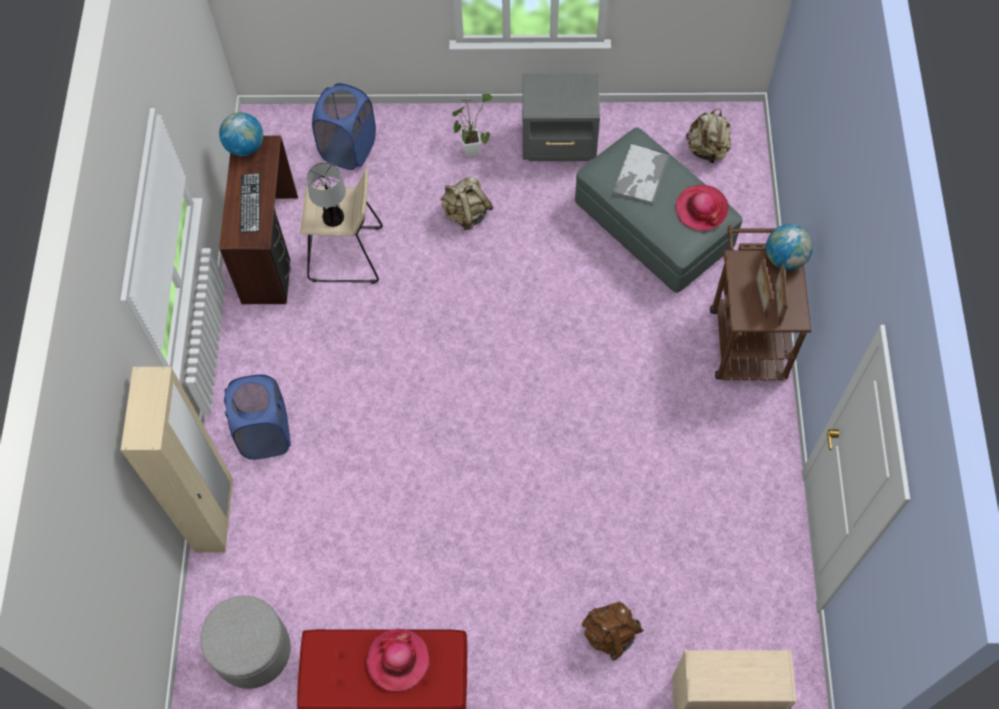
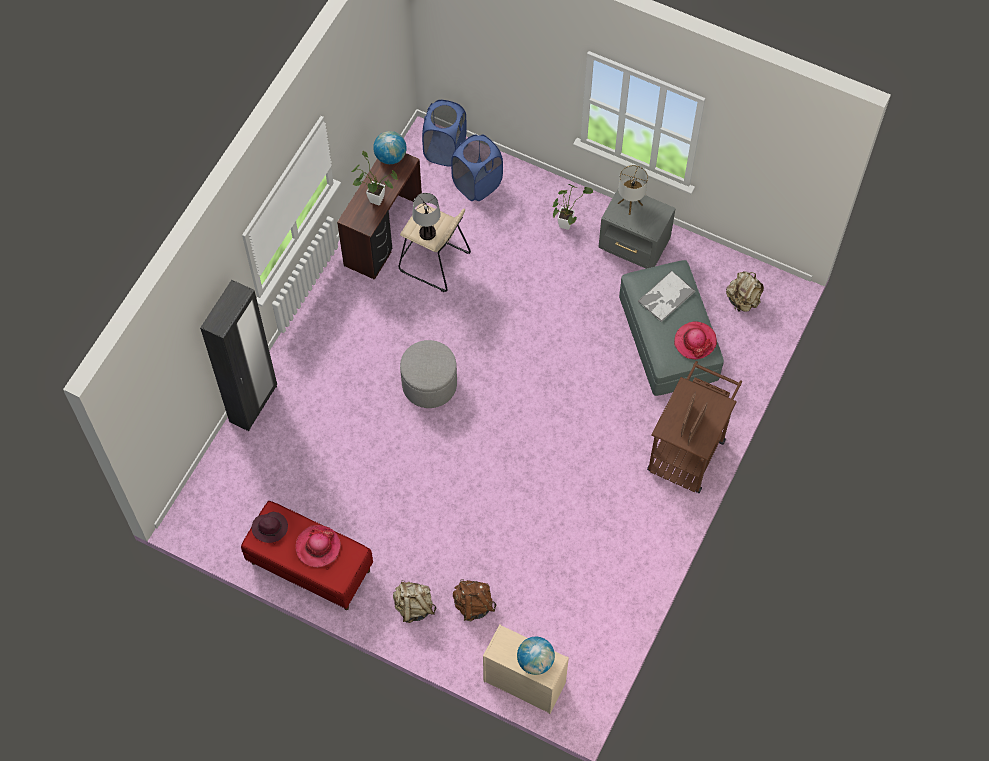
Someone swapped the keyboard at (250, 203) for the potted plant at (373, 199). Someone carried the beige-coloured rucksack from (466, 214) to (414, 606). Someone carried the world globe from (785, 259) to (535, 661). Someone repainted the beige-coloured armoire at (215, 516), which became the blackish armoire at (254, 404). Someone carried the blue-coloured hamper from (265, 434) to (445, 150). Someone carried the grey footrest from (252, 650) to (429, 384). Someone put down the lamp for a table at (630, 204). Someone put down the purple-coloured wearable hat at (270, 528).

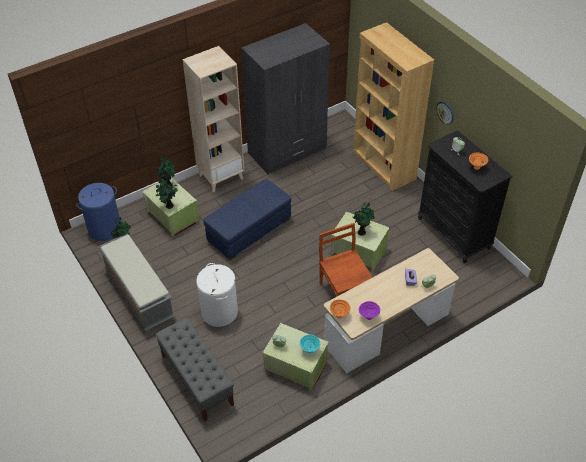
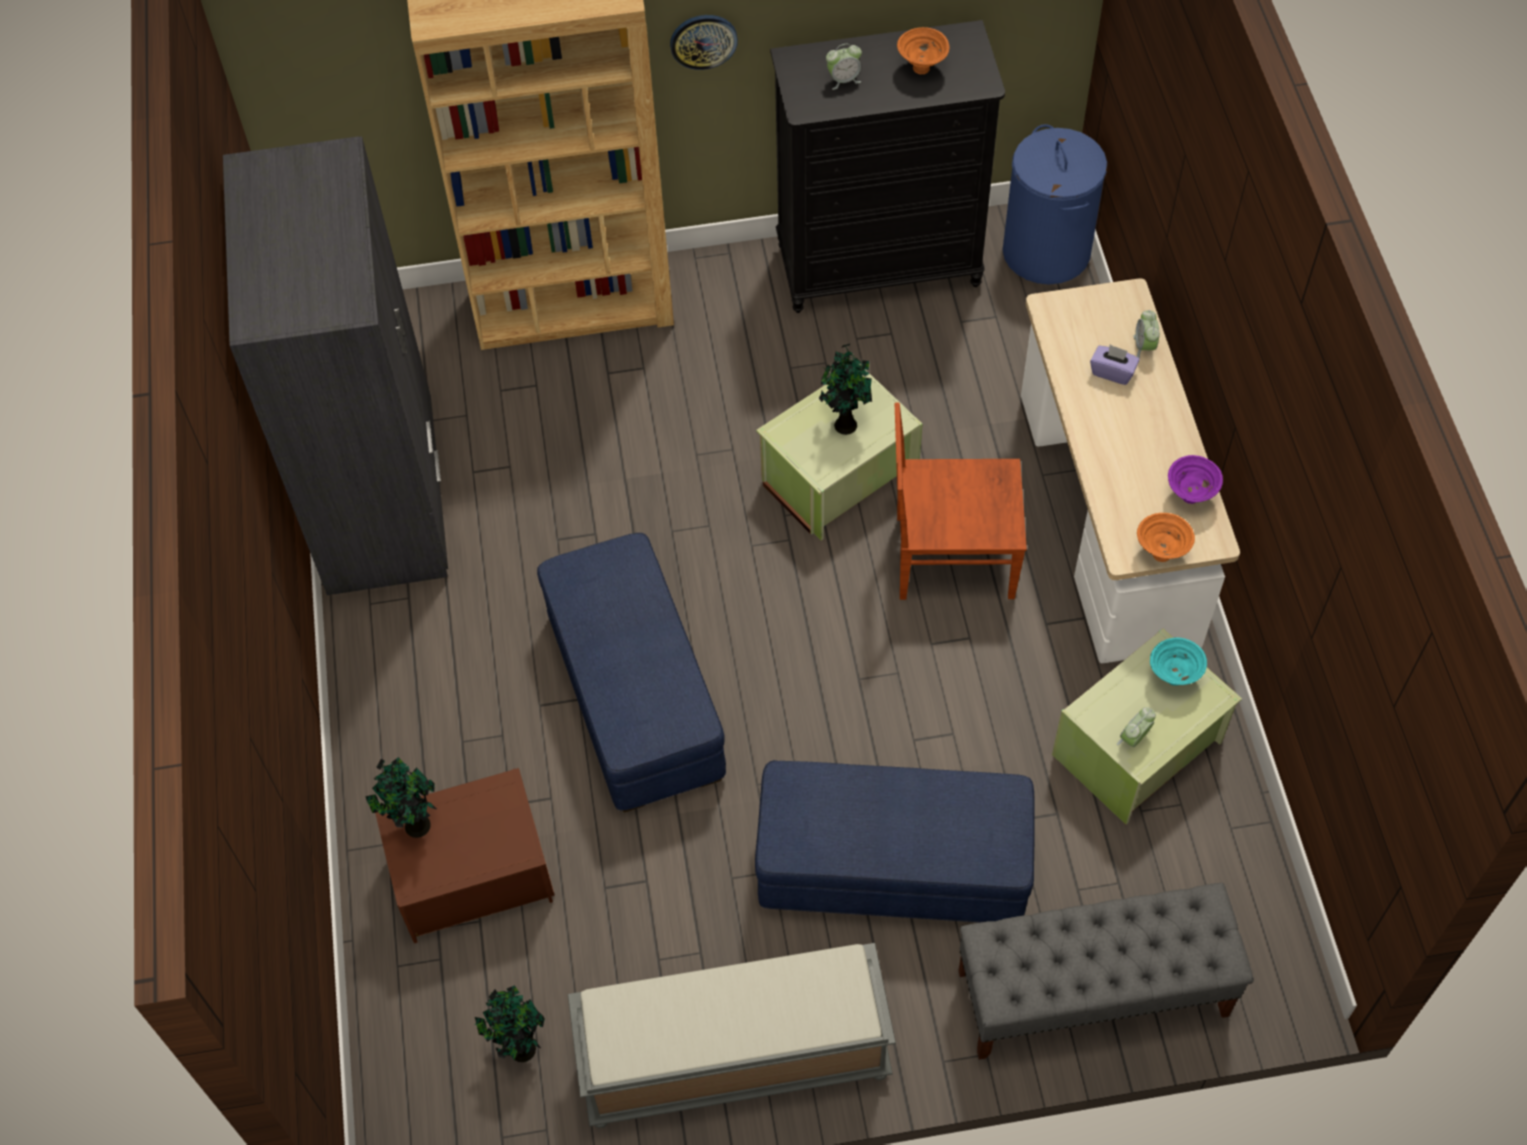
Someone took away the beige-coloured shelving unit at (221, 176). Someone repainted the greenish storage box at (172, 216), which became the brownish storage box at (473, 877). Someone took away the potted plant at (169, 206). Someone carried the blue-coloured hamper from (105, 229) to (1046, 252). Someone swapped the whitish hamper at (219, 312) for the blue-coloured footrest at (892, 865).

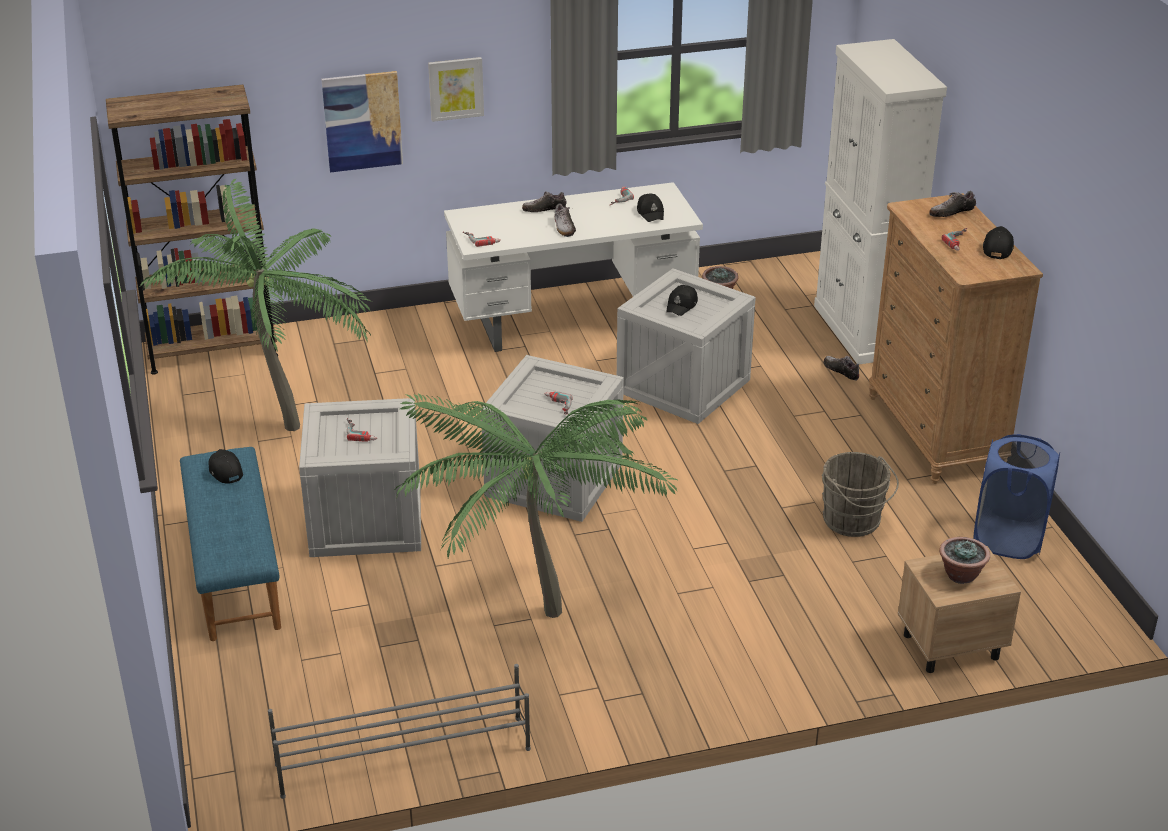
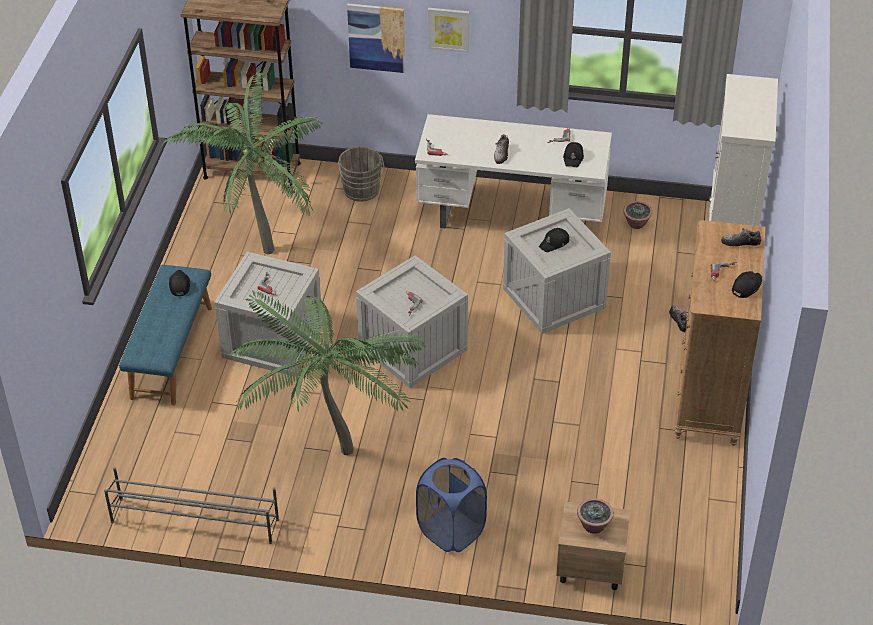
Someone took away the low shoe at (544, 209). Someone carried the blue-coloured hamper from (1008, 539) to (451, 531). Someone carried the grey pail from (854, 522) to (361, 192).

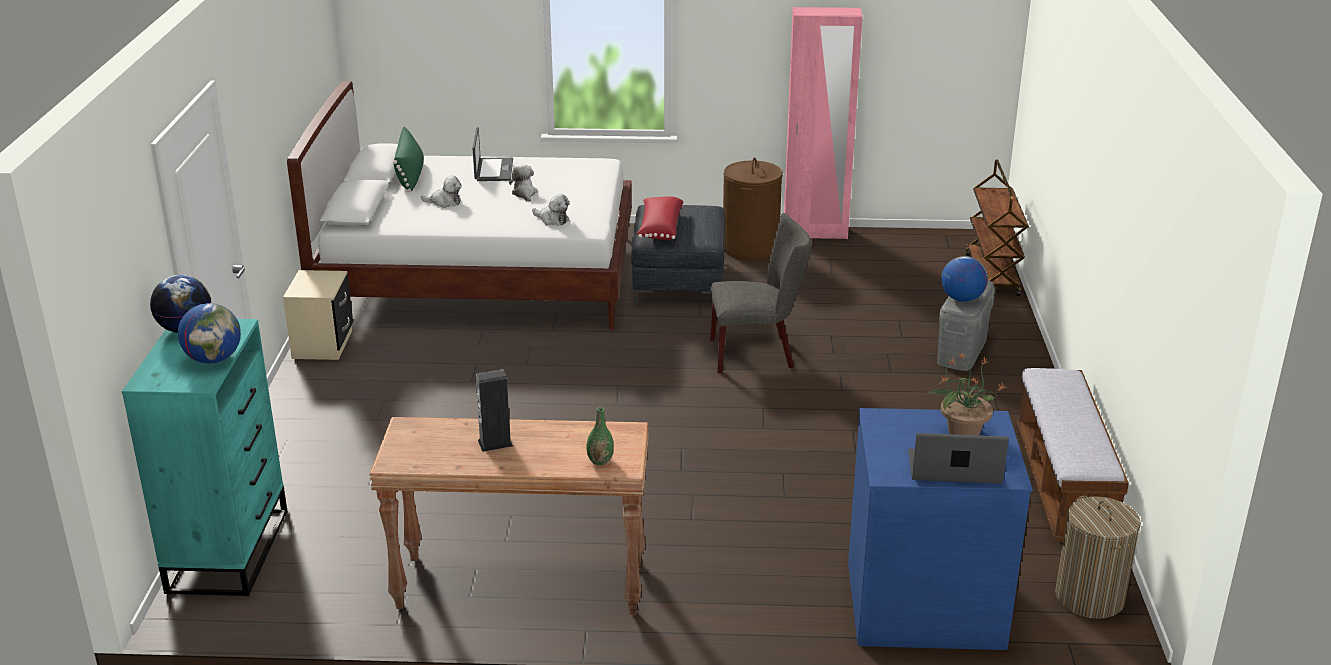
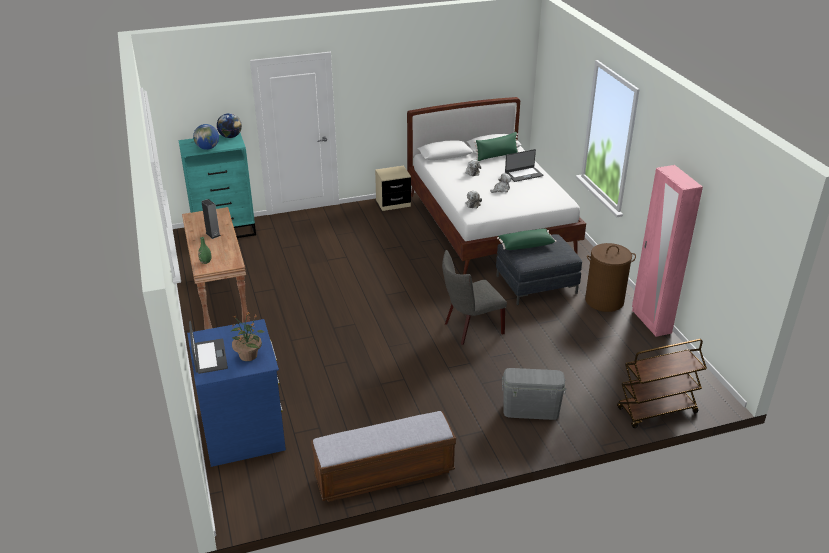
Someone repainted the red-coloured cushion at (659, 228), which became the greenish cushion at (525, 245). Someone rotated the grey upright chair at (757, 354) by 90 degrees clockwise. Someone took away the world globe at (961, 299). Someone took away the hamper at (1089, 597).

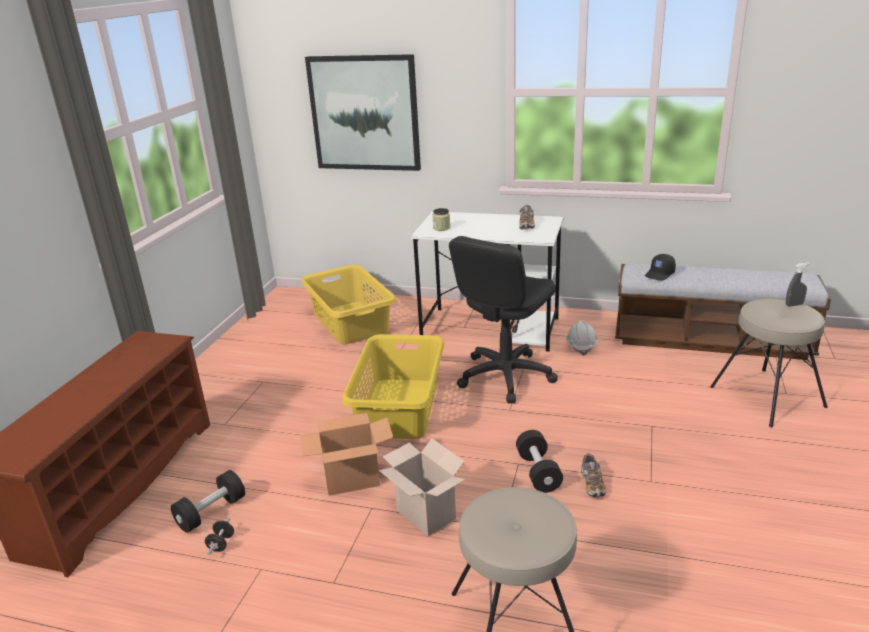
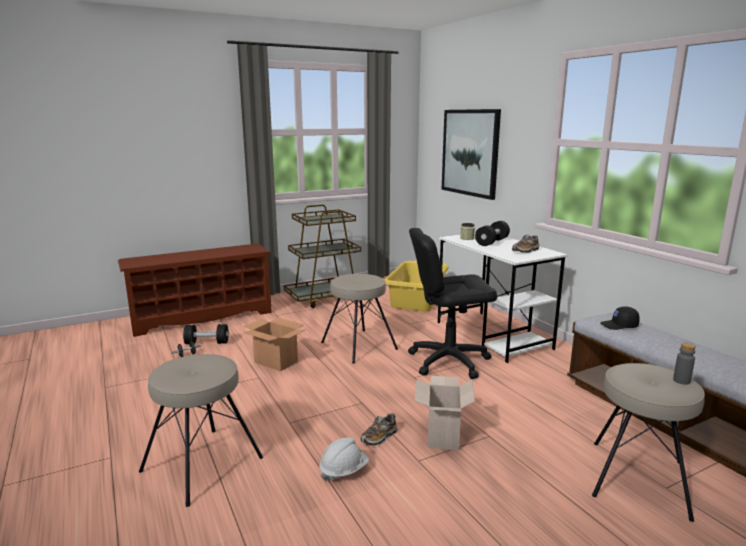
Someone swapped the grey hand sprayer at (794, 305) for the grey beverage bottle at (681, 381). Someone carried the whitish safety helmet from (581, 347) to (343, 471). Someone swapped the yellow-coloured hamper at (398, 408) for the beige-coloured stool seat at (358, 346). Someone carried the blackish free weight from (538, 472) to (492, 242). Someone carried the packing box from (423, 514) to (441, 435). Someone put down the brownish wheeled cart at (326, 298).

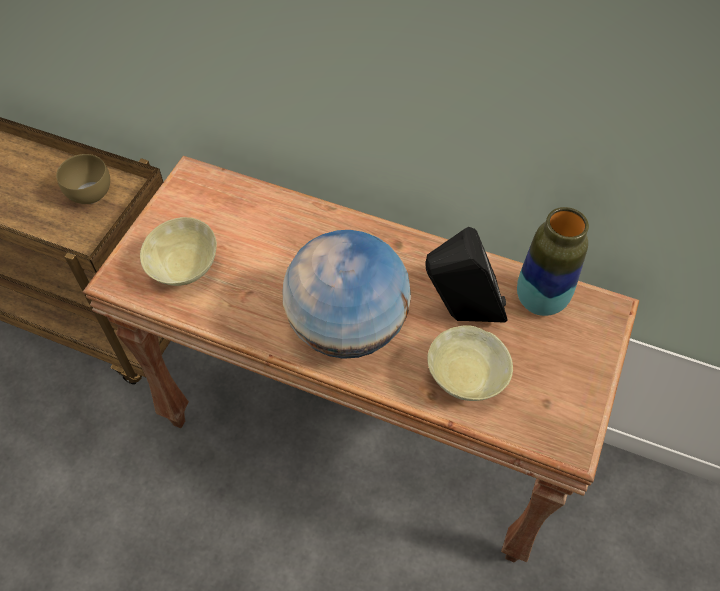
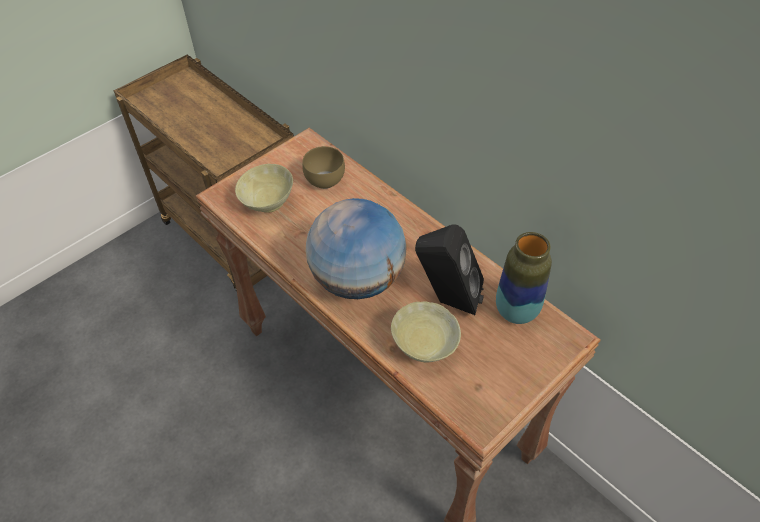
Someone carried the brownish deep dish from (92, 194) to (326, 181).

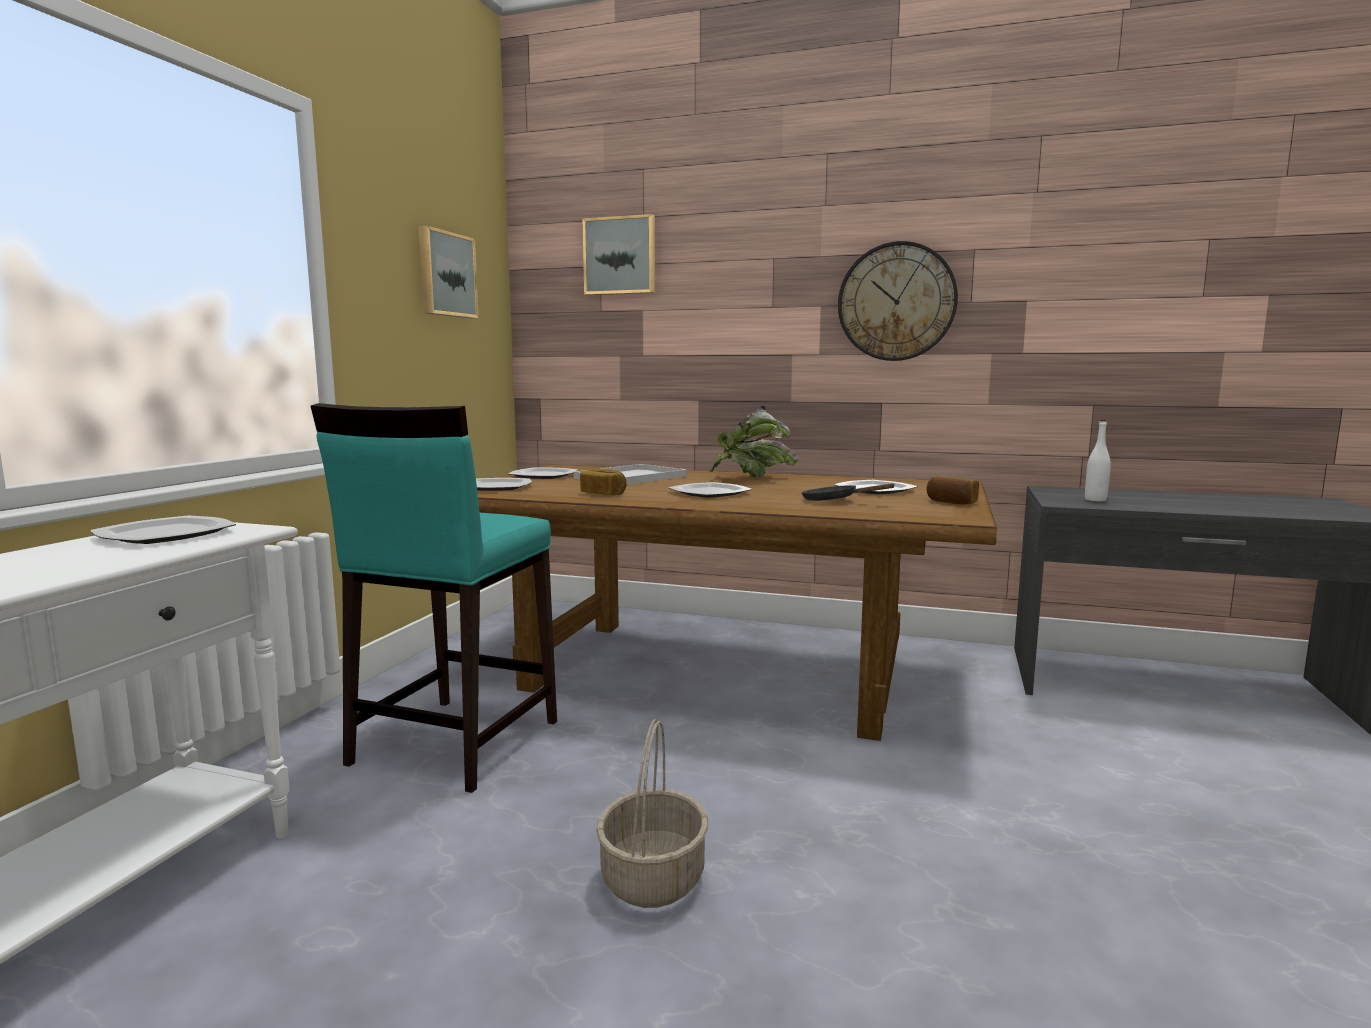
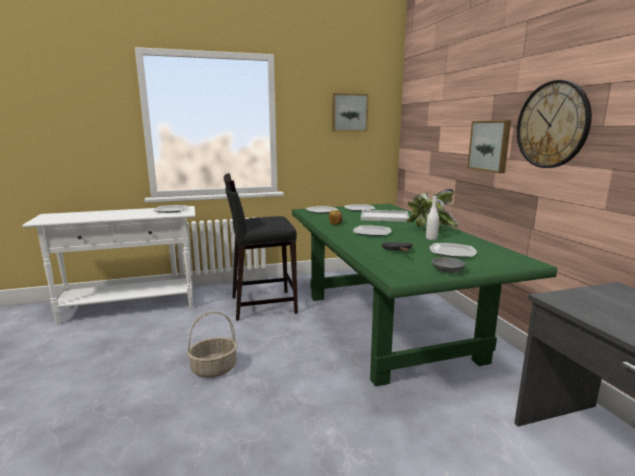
Someone carried the picture from (620, 256) to (490, 146). Someone repainted the turquoise-coloured stool seat at (453, 743), which became the blackish stool seat at (262, 304). Someone carried the whitish beverage bottle from (1095, 500) to (431, 238). Someone repainted the brownish kitchen table at (718, 672), which became the greenish kitchen table at (387, 325). Someone swapped the bakery bread at (951, 502) for the grey deep dish at (448, 270).

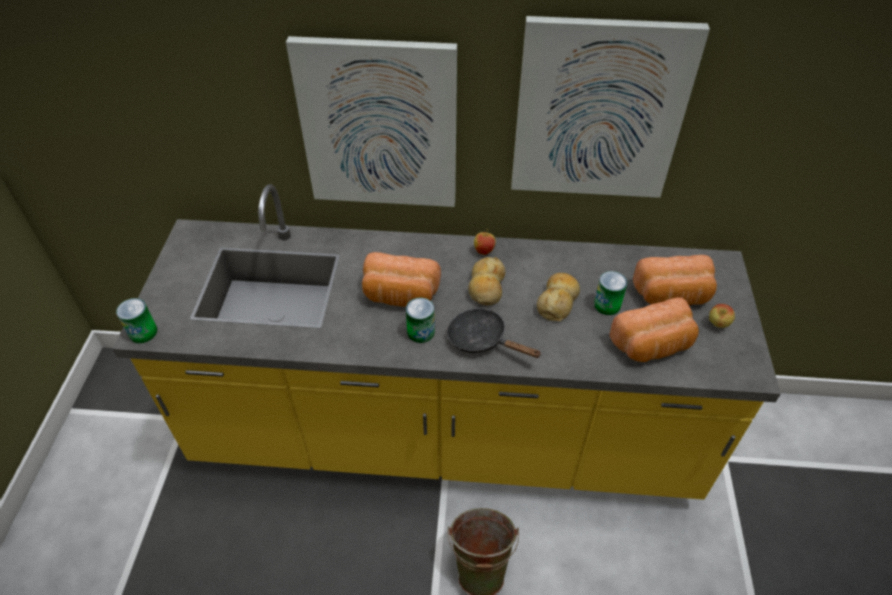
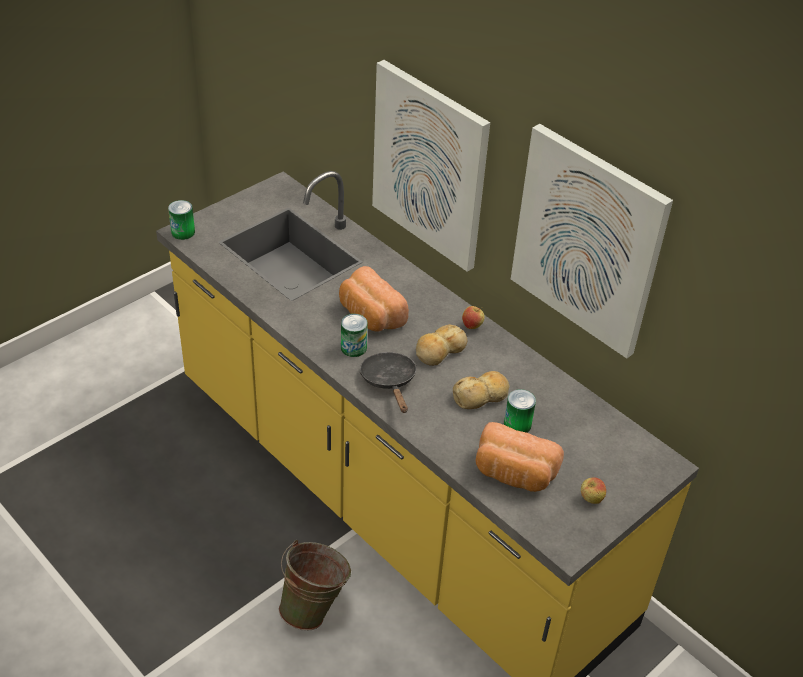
Someone took away the bakery bread at (672, 296).

